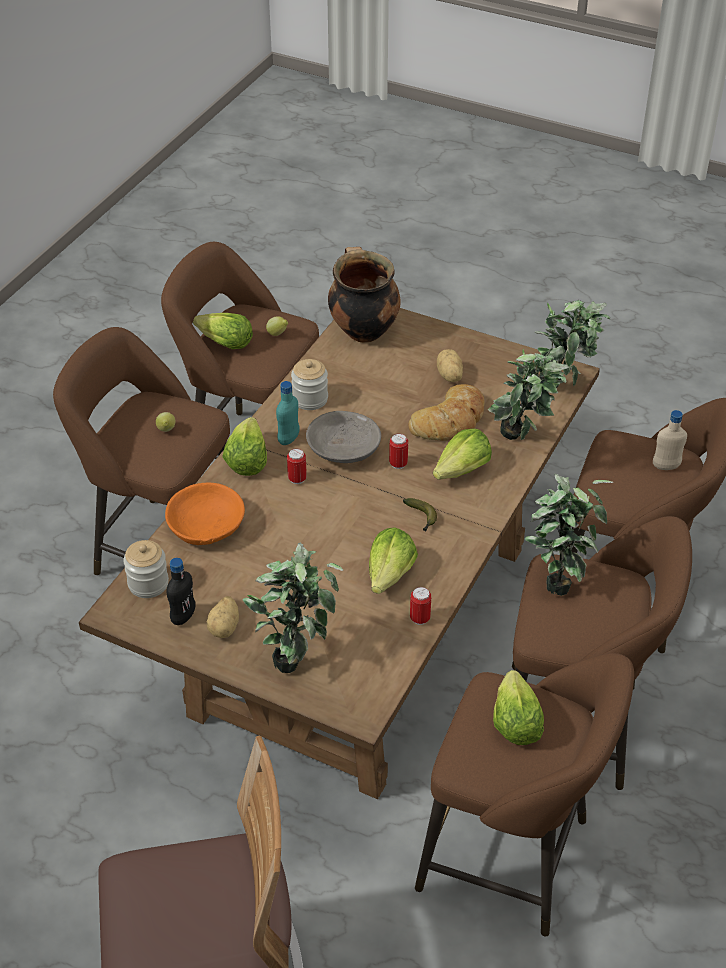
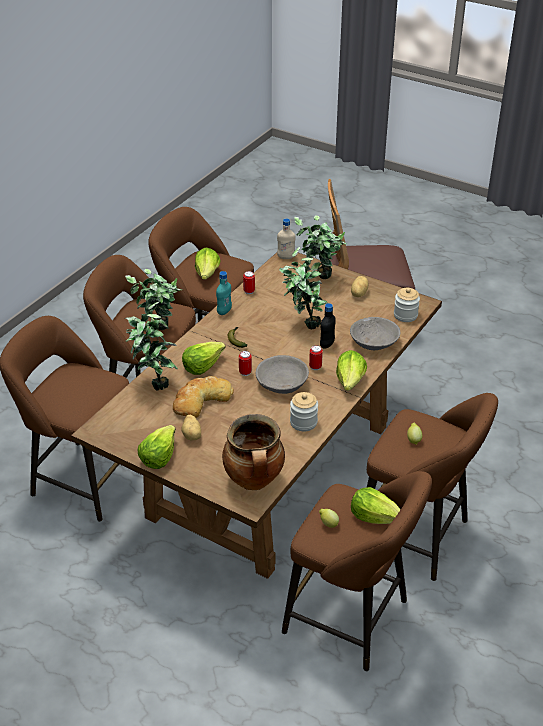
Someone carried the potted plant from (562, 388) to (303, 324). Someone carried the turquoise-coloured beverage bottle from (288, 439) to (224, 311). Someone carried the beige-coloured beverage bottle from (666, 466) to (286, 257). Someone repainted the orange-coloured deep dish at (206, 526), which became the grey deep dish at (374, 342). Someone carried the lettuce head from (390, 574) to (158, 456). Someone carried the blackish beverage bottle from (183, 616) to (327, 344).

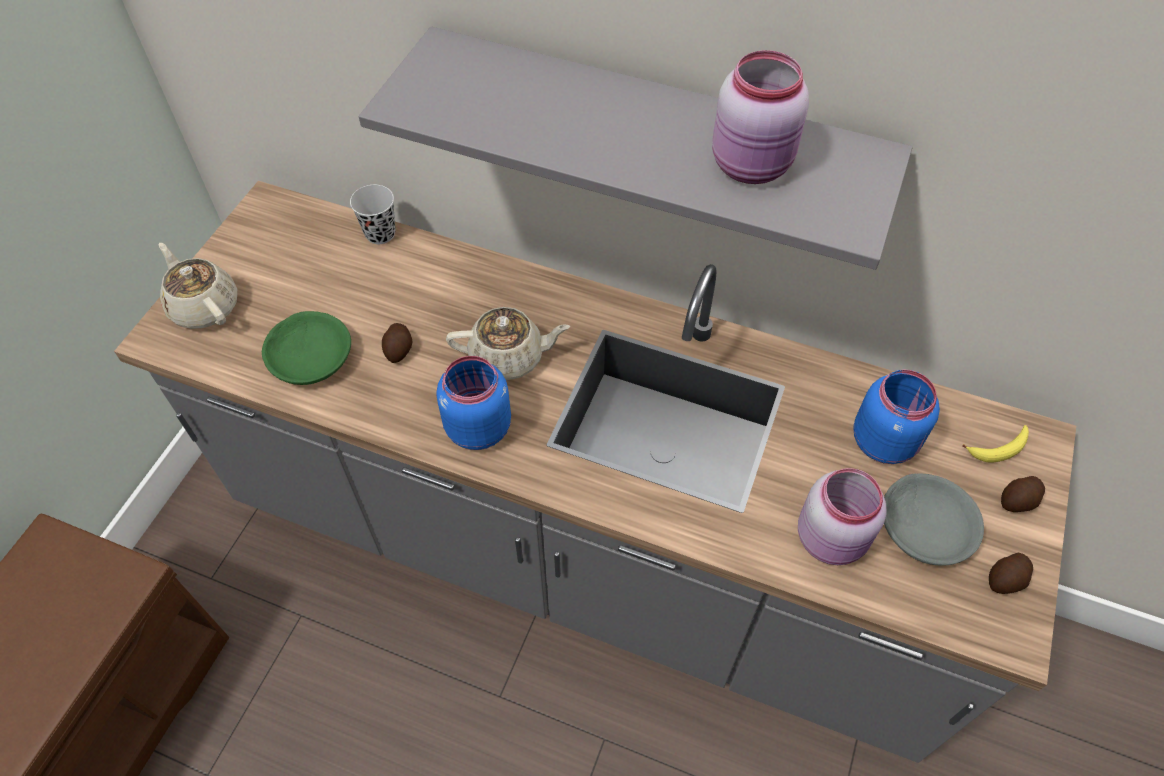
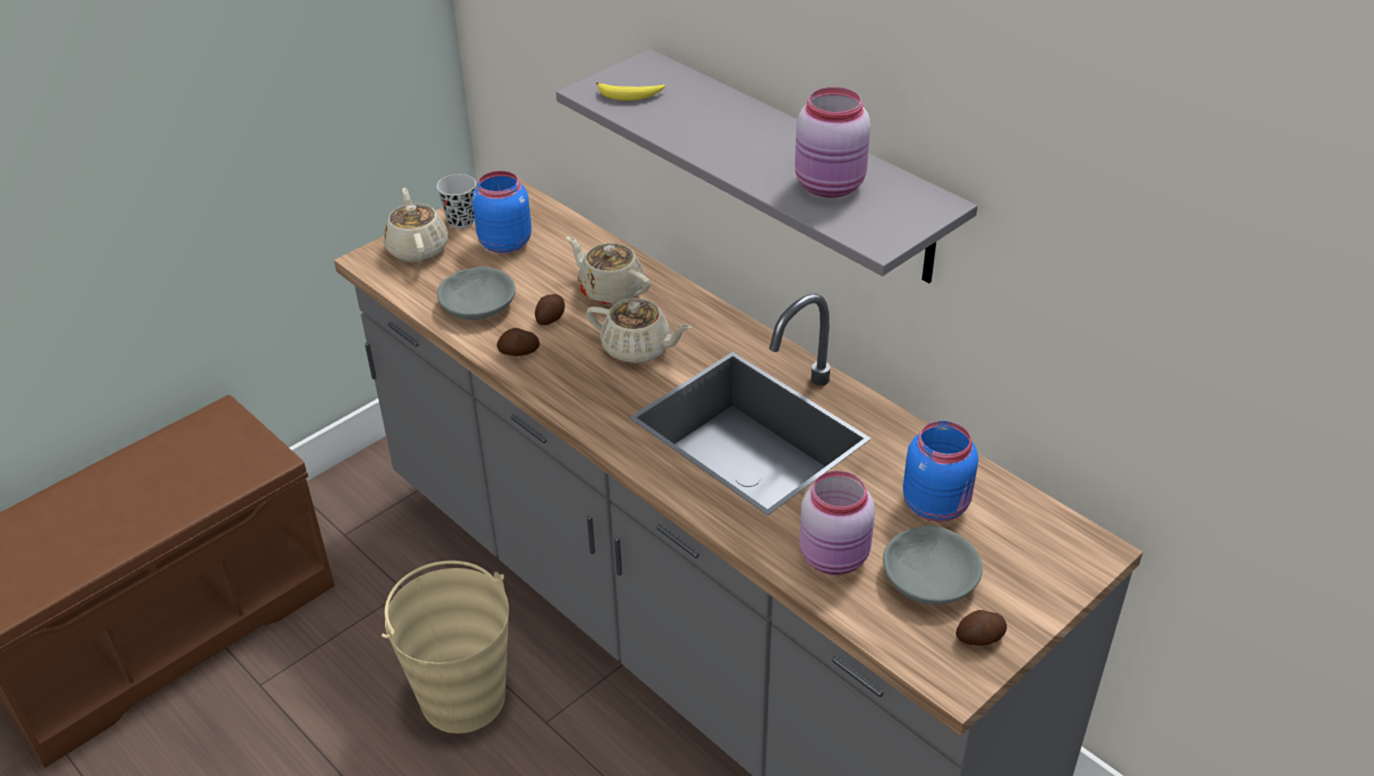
Someone carried the blackish drinking cup from (380, 233) to (461, 221). Someone repainted the greenish deep dish at (310, 356), which became the grey deep dish at (478, 304). Someone carried the blue-coloured preserve jar from (476, 427) to (504, 242). Someone carried the banana from (998, 448) to (630, 96). Someone carried the spud from (1019, 501) to (519, 352). Someone put down the beige-coloured teapot at (610, 290). Someone put down the beige-coloured pail at (463, 697).

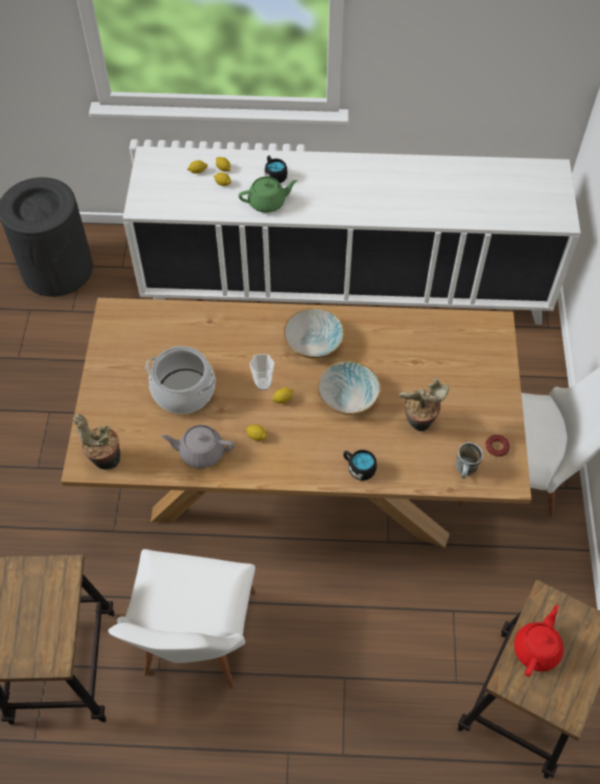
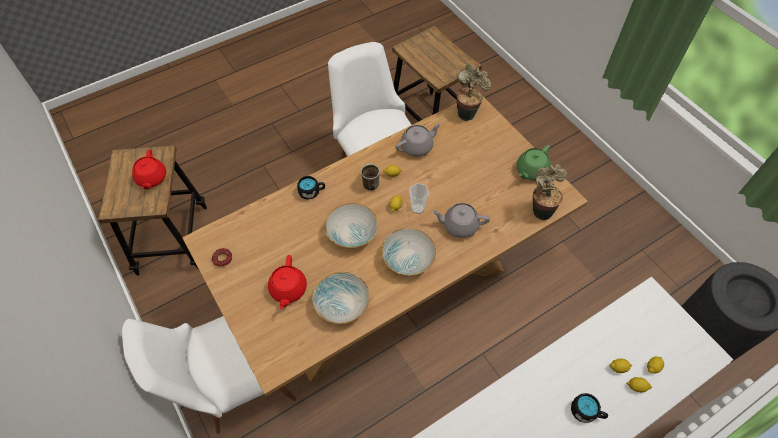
Someone carried the greenish teapot from (267, 203) to (531, 171). Someone took away the stockpot at (183, 391). Someone carried the potted plant from (418, 424) to (540, 210). Someone carried the mug from (466, 471) to (369, 183). Someone put down the grey teapot at (459, 225). Someone put down the red-coloured teapot at (288, 289). Someone put down the deep dish at (342, 304).

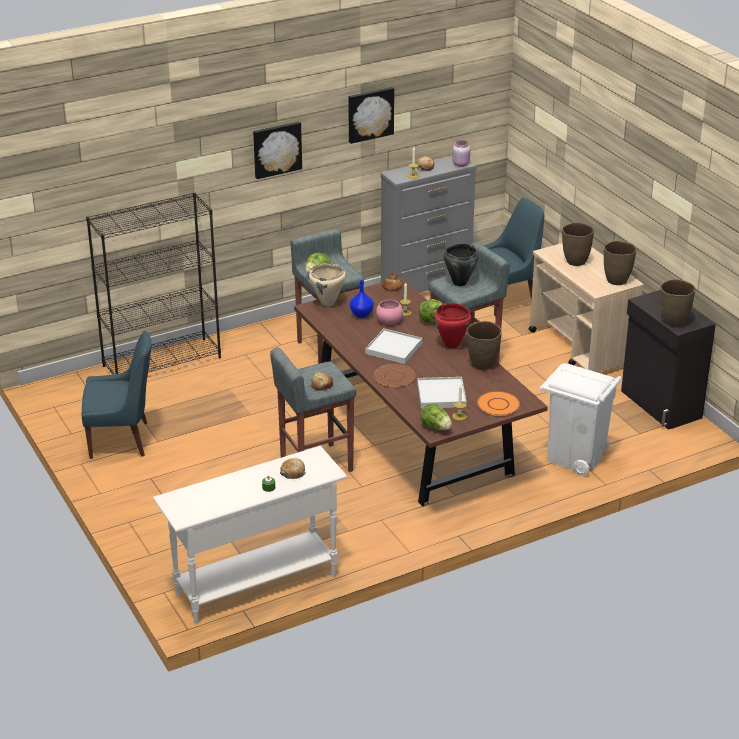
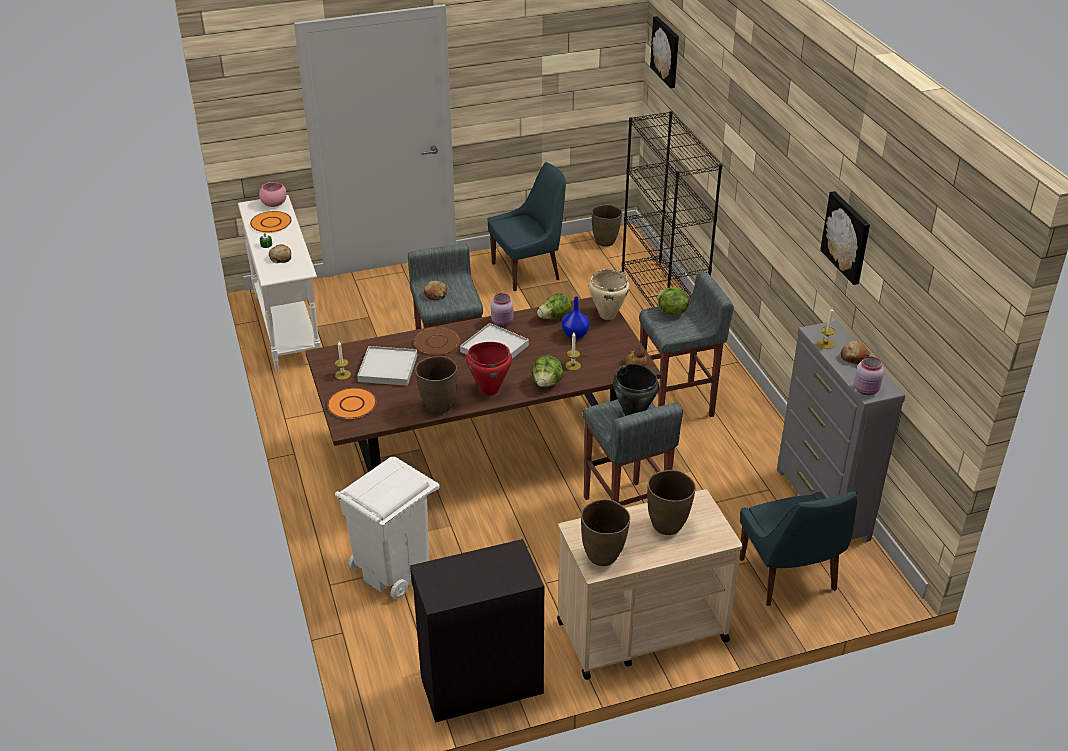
Someone carried the picture from (276, 149) to (666, 51). Someone carried the brownish vase from (673, 321) to (605, 242). Someone carried the pinkish deep dish from (389, 321) to (274, 204). Someone rotated the blue-coloured upright chair at (122, 440) by 120 degrees counterclockwise. Someone carried the lettuce head from (436, 427) to (554, 317). Someone put down the orange-coloured dinner plate at (271, 223). Someone put down the pinkish preserve jar at (503, 322).

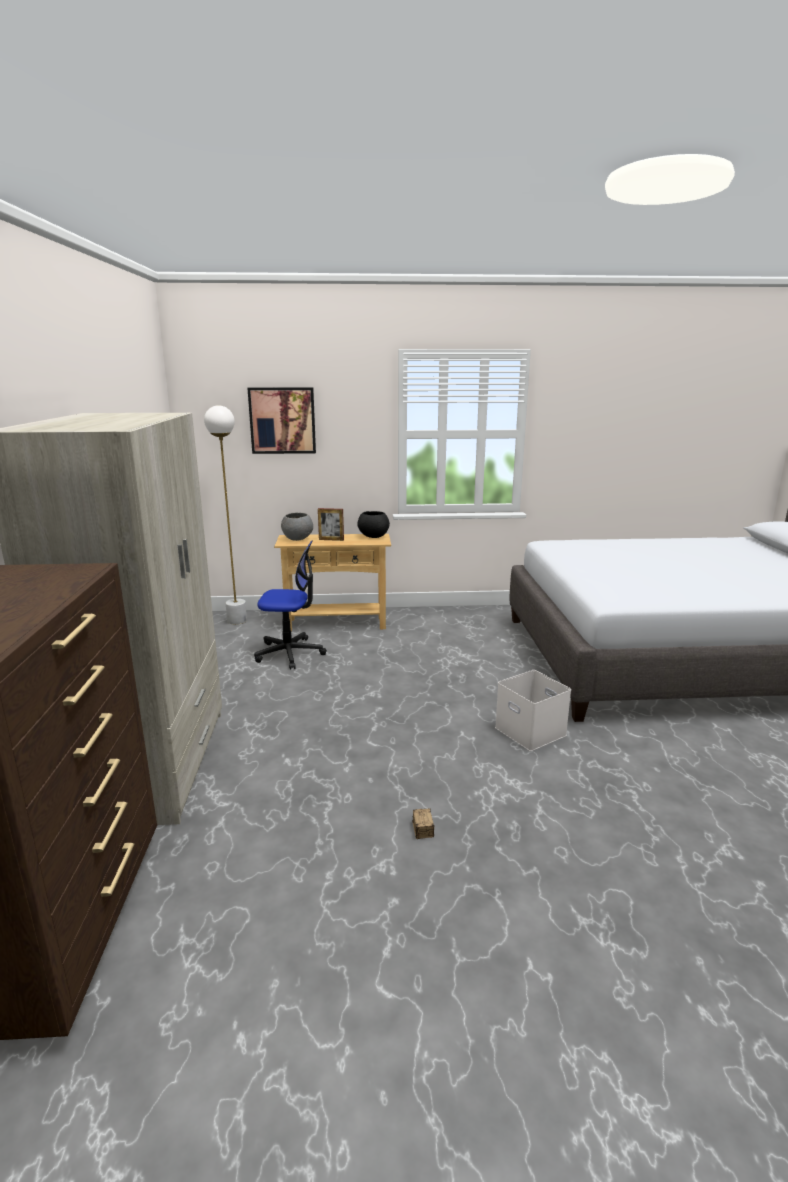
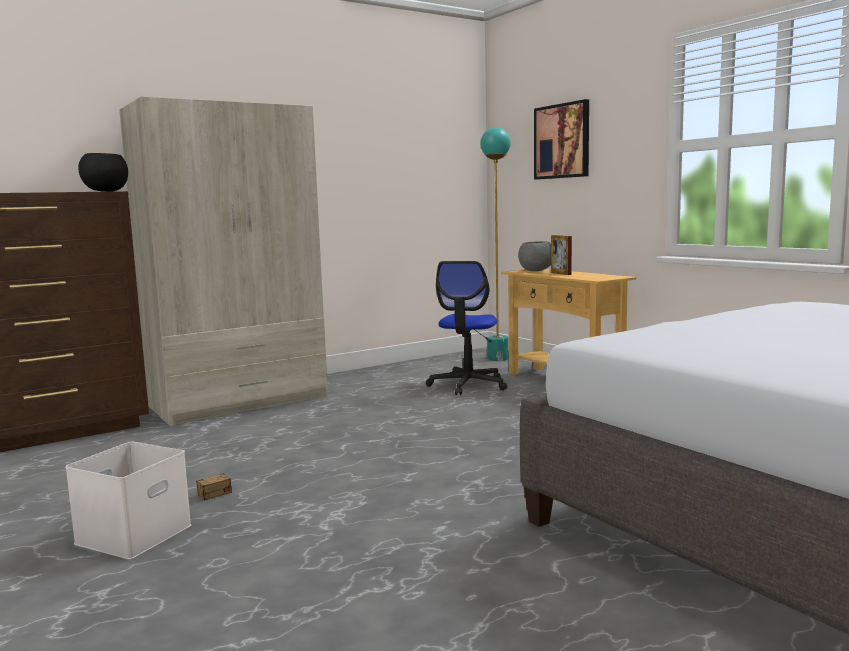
Someone repainted the whitish standing lamp at (237, 621), which became the turquoise-coloured standing lamp at (497, 358). Someone carried the blackish deep dish from (373, 537) to (105, 191). Someone rotated the desk chair at (290, 653) by 45 degrees clockwise. Someone carried the whitish storage box from (528, 731) to (134, 533).

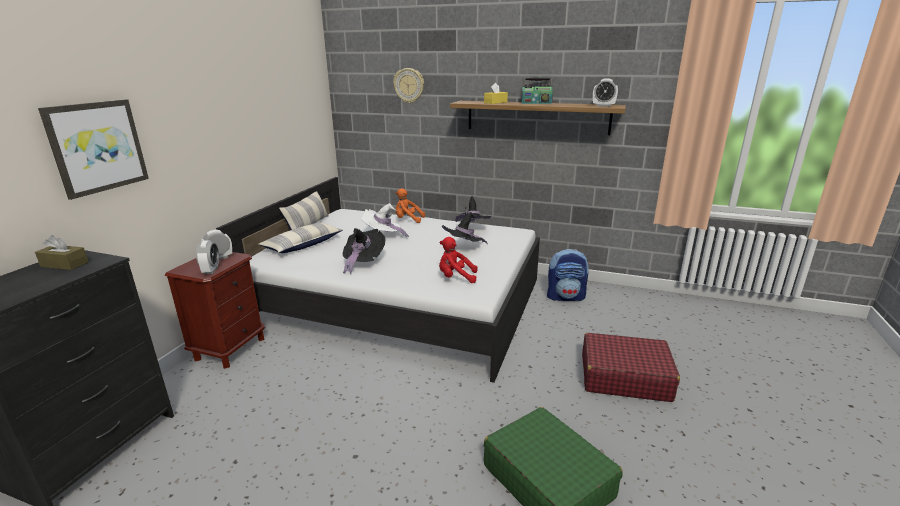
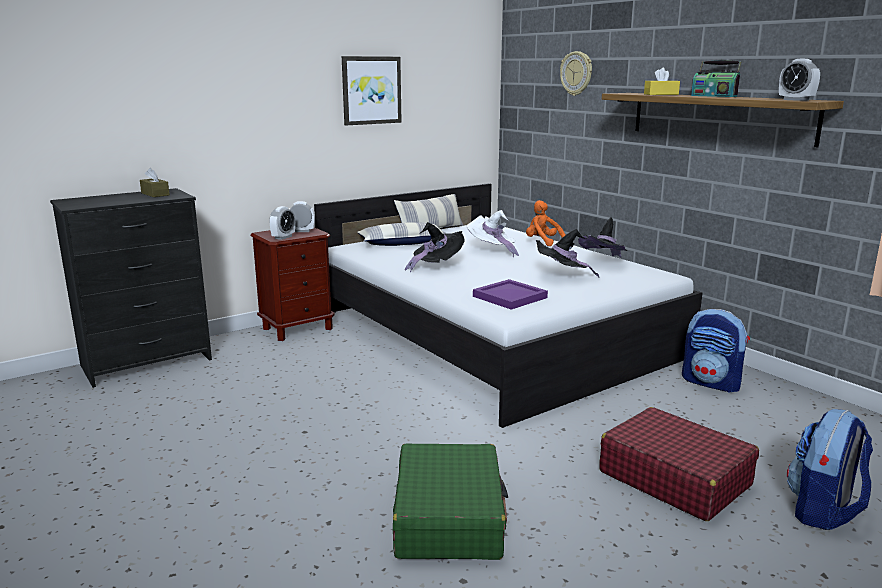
Someone carried the picture from (97, 147) to (371, 90). Someone swapped the red-coloured soft toy at (456, 277) for the purple-coloured tray at (509, 296). Someone put down the rucksack at (823, 511).

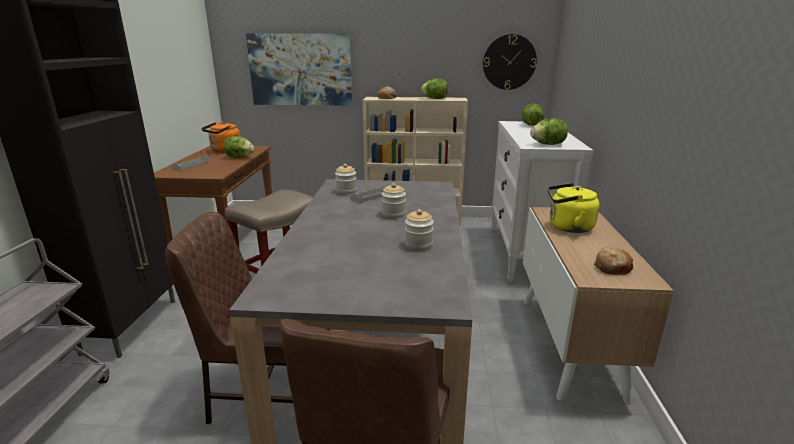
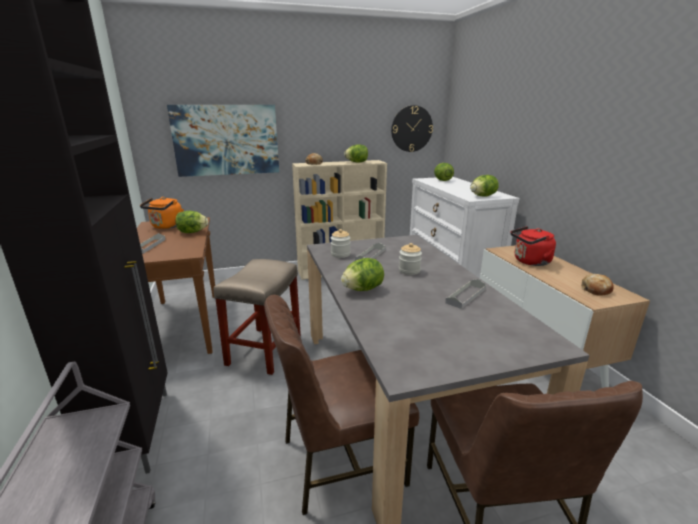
Someone repainted the yellow-coloured kettle at (567, 227), which became the red-coloured kettle at (530, 262). Someone swapped the preserve jar at (418, 245) for the grey tray at (466, 296). Someone put down the lettuce head at (362, 289).

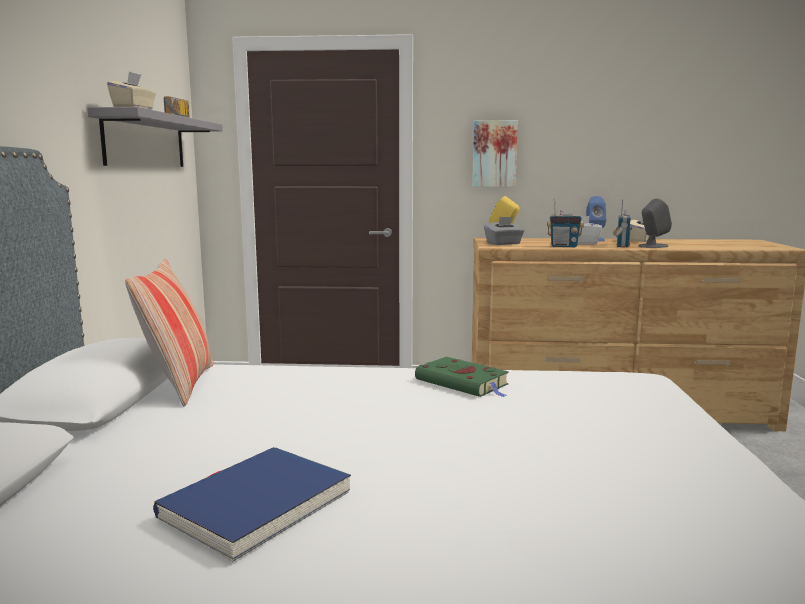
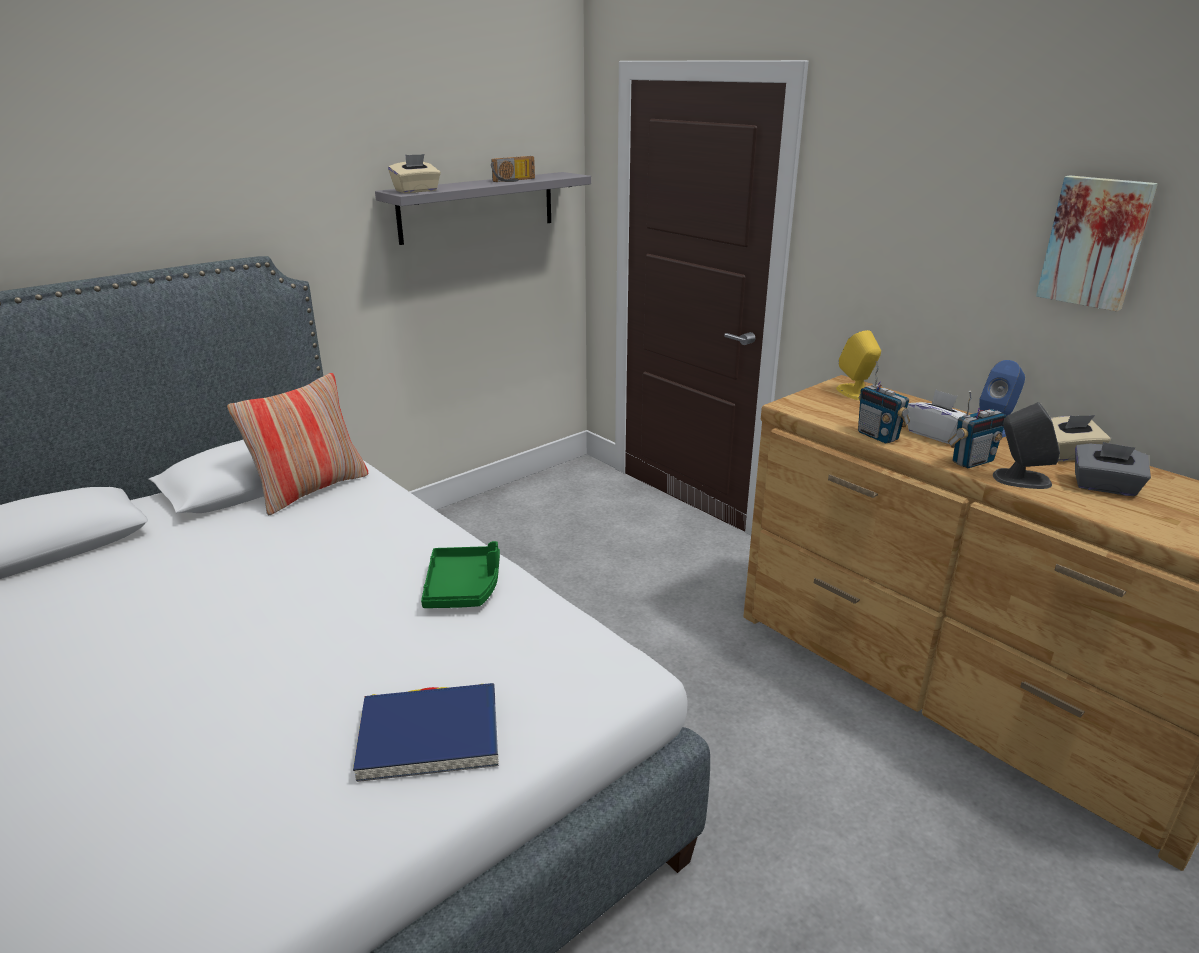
Someone carried the picture from (494, 153) to (1095, 242). Someone carried the grey tissue holder from (503, 243) to (1104, 487). Someone swapped the greenish book at (464, 383) for the greenish tray at (463, 588). Someone carried the blue-coloured book from (256, 505) to (430, 736).

